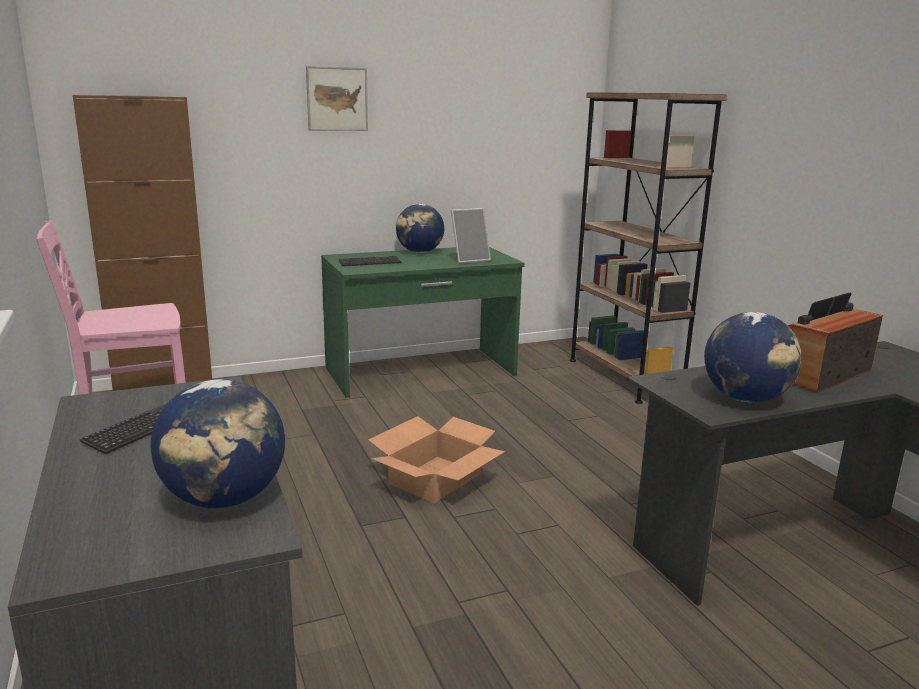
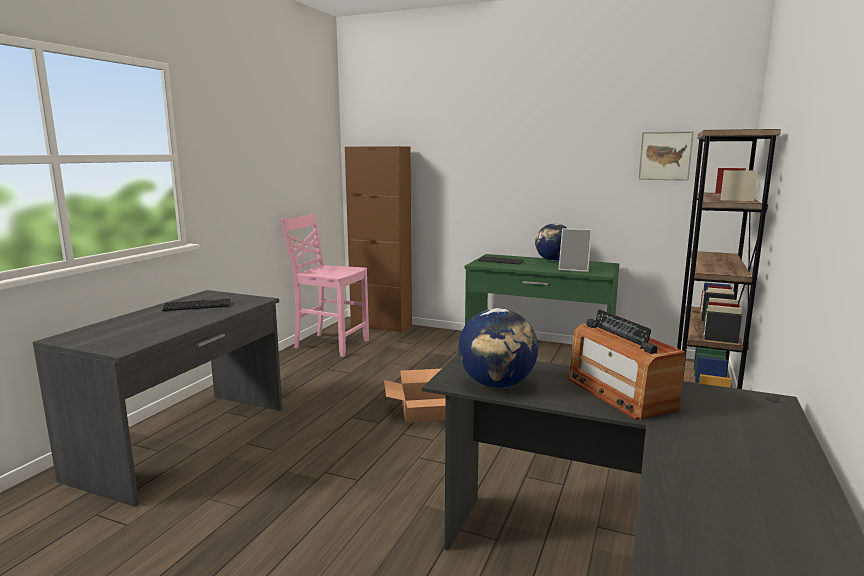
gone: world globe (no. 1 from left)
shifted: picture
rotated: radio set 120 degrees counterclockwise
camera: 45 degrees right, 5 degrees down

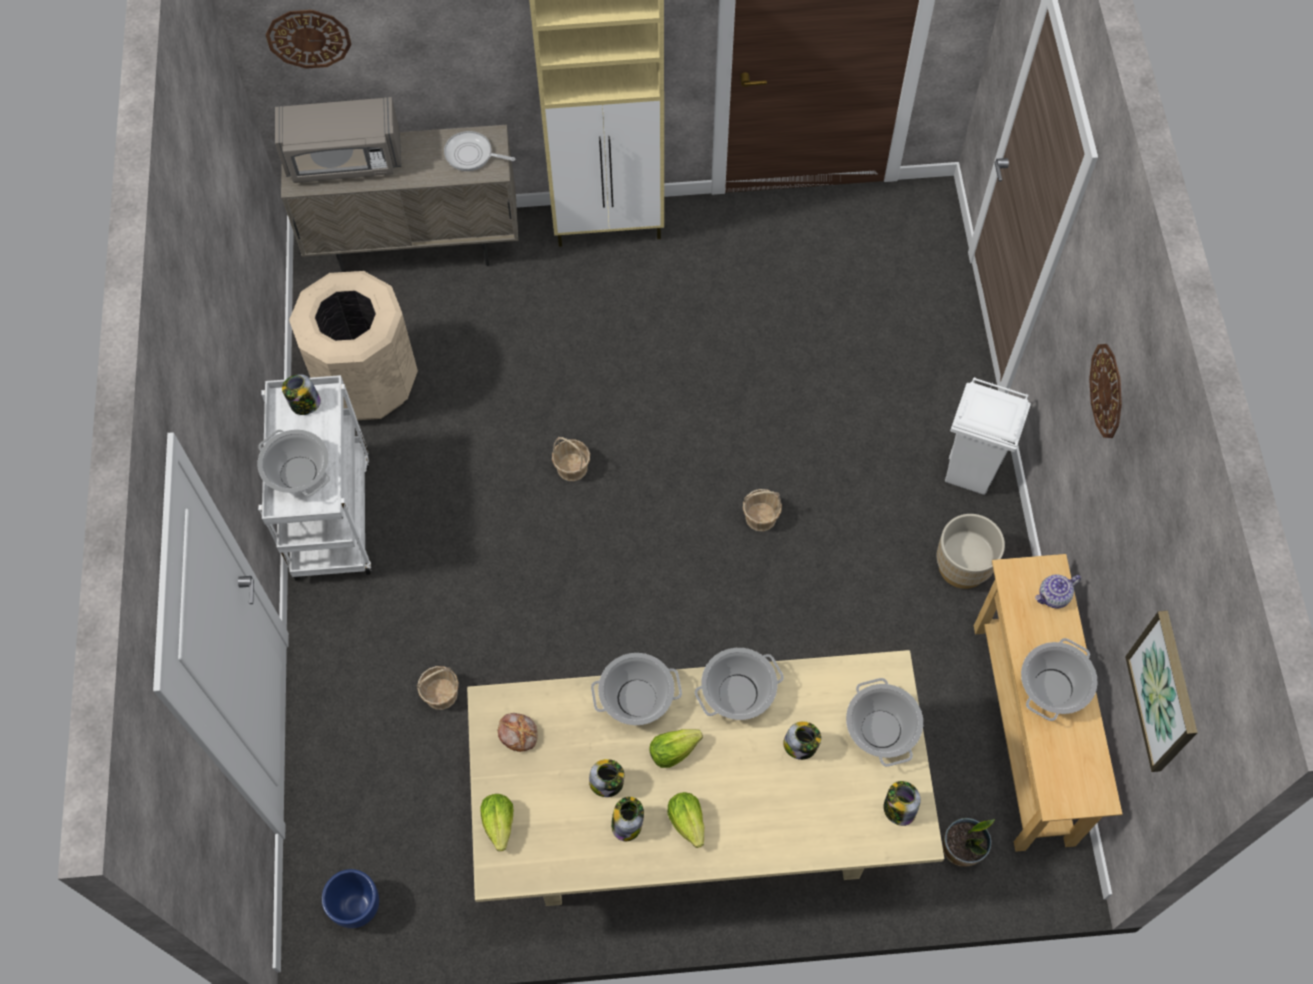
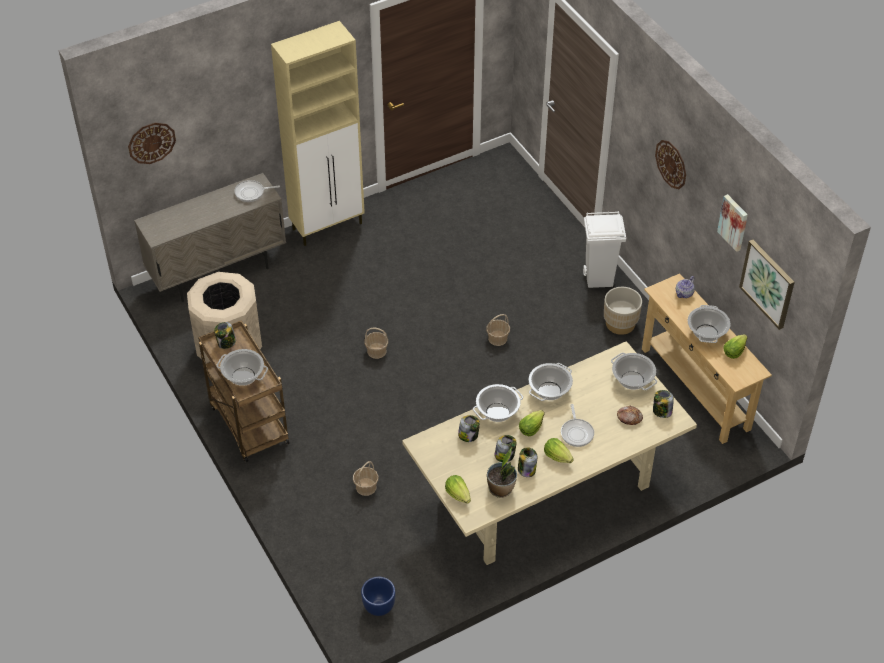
gone: microwave oven (greyish)
new: skillet (no. 2 from left); picture (no. 1 from left); head of lettuce (no. 4 from left)
shifted: preserve jar (no. 4 from left in the first image) to preserve jar (no. 2 from left); houseplant; bakery bread
repainted: trolley (whitish) to trolley (brown-coloured)
camera: 25 degrees left, 15 degrees down

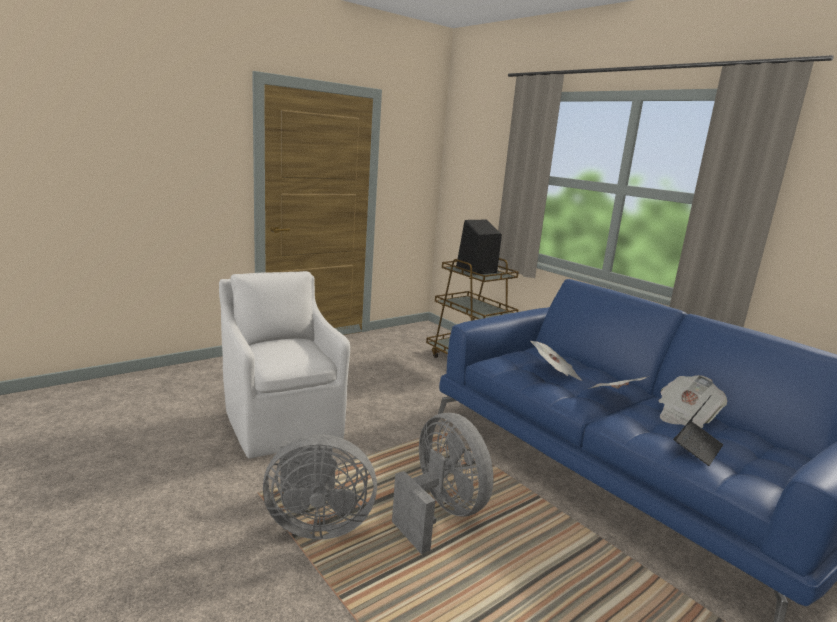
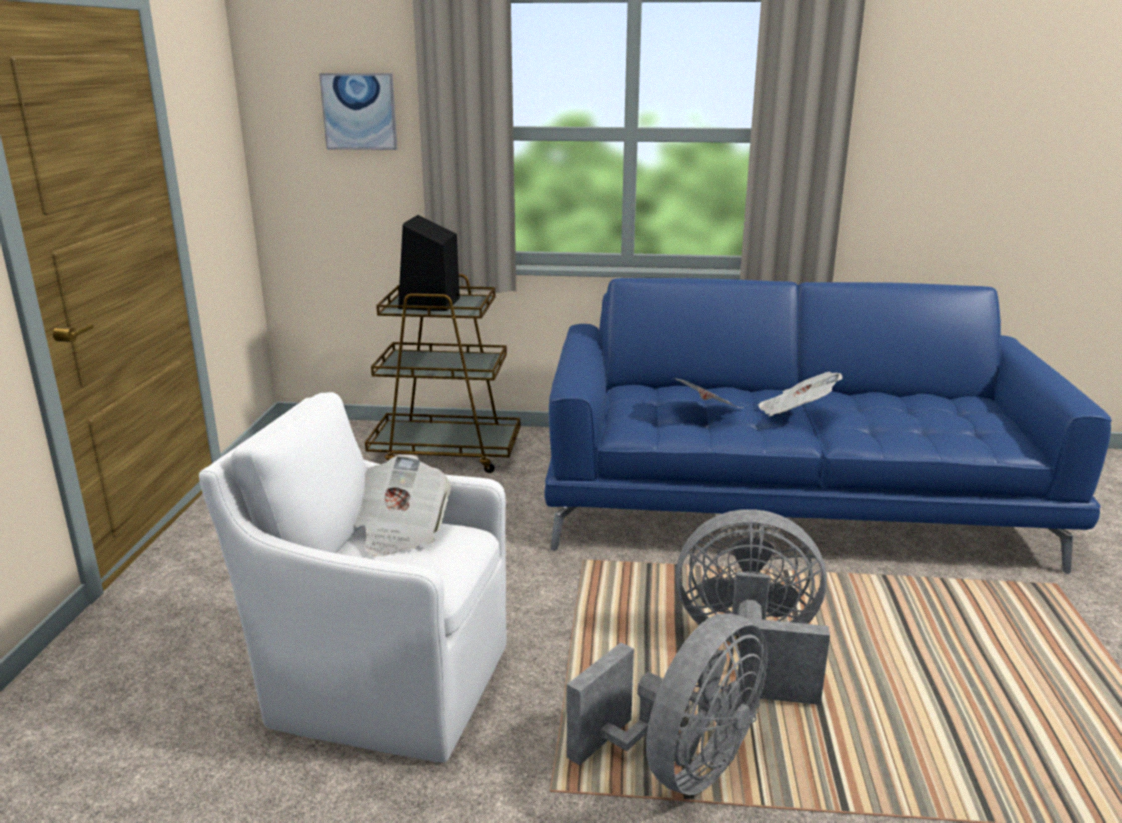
gone: notebook computer
new: picture
shifted: printed paper (no. 3 from left in the first image) to printed paper (no. 1 from left)
camera: 45 degrees left, 5 degrees up

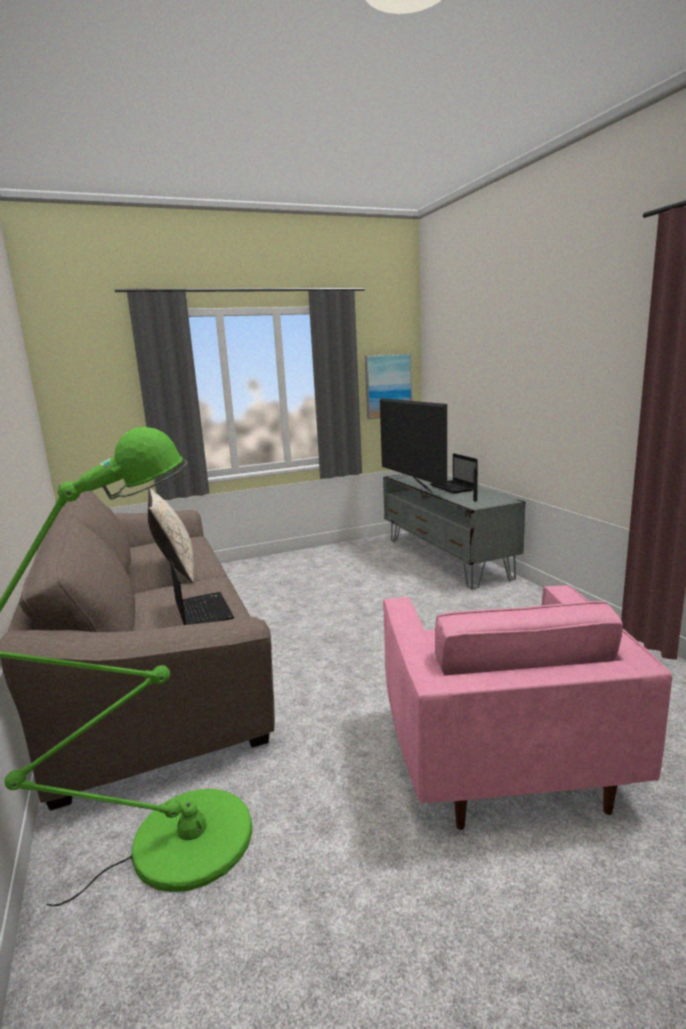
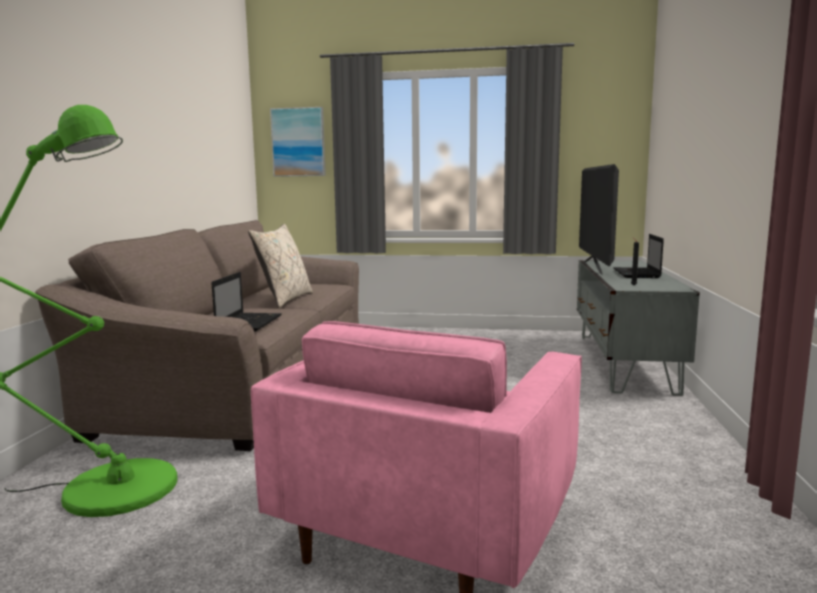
shifted: picture
camera: 30 degrees right, 5 degrees down

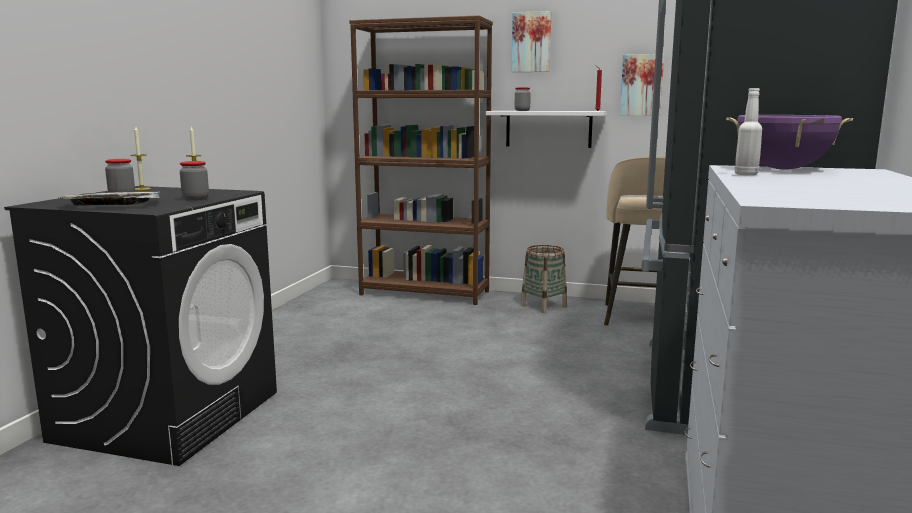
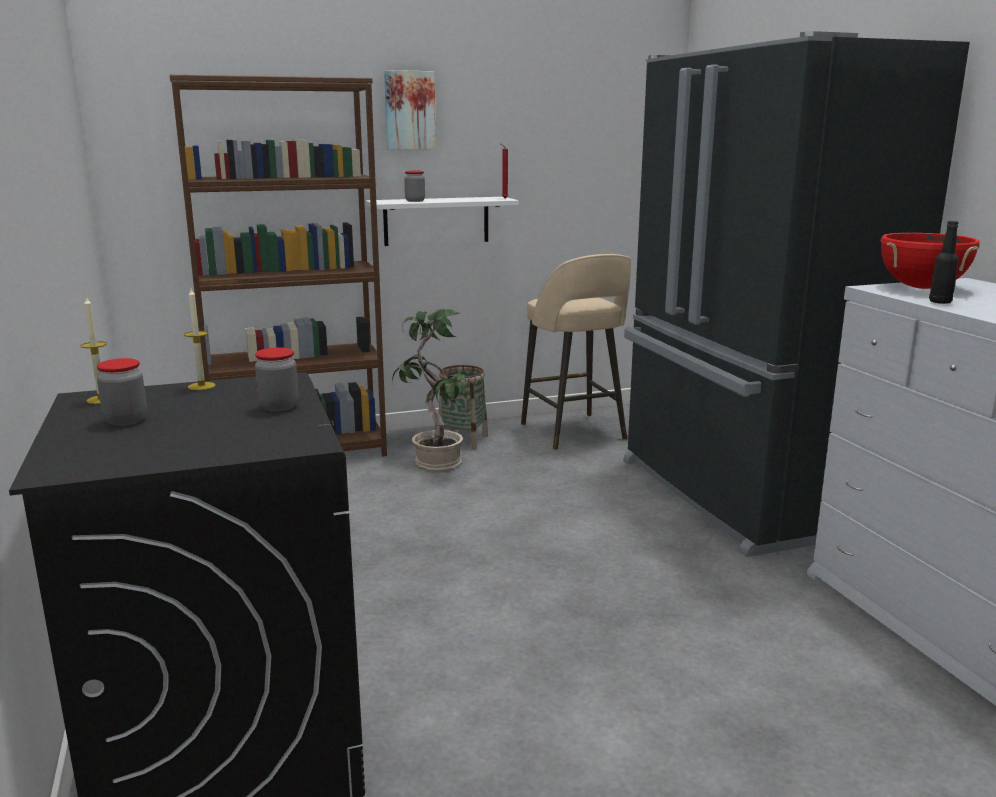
gone: tray; picture (no. 2 from left)
new: houseplant
repainted: saucepot (purple) to saucepot (reddish); bottle (whitish) to bottle (black)
camera: 35 degrees left, 5 degrees up

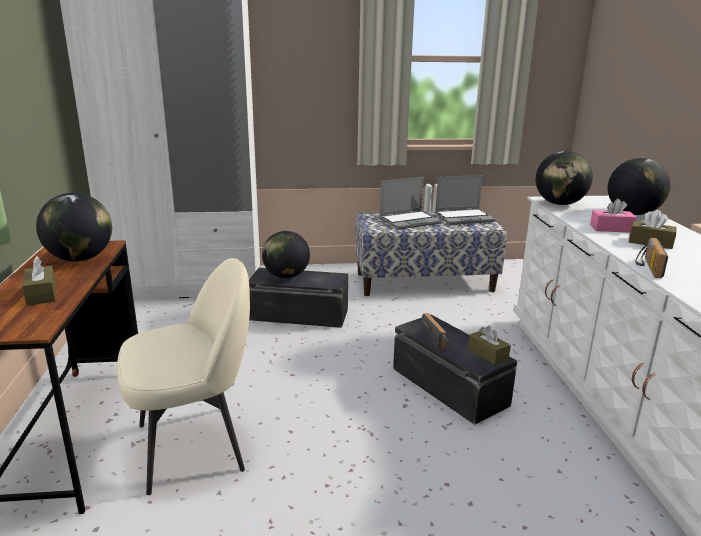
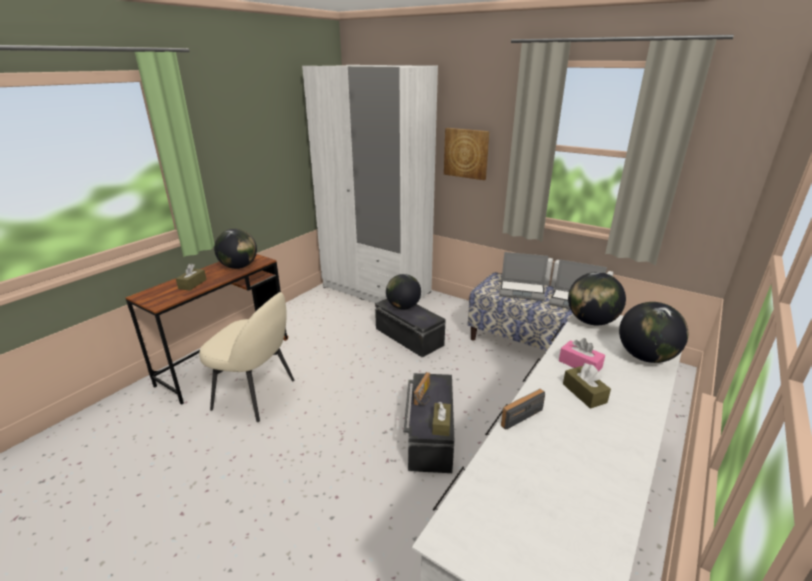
new: picture
camera: 40 degrees right, 5 degrees up

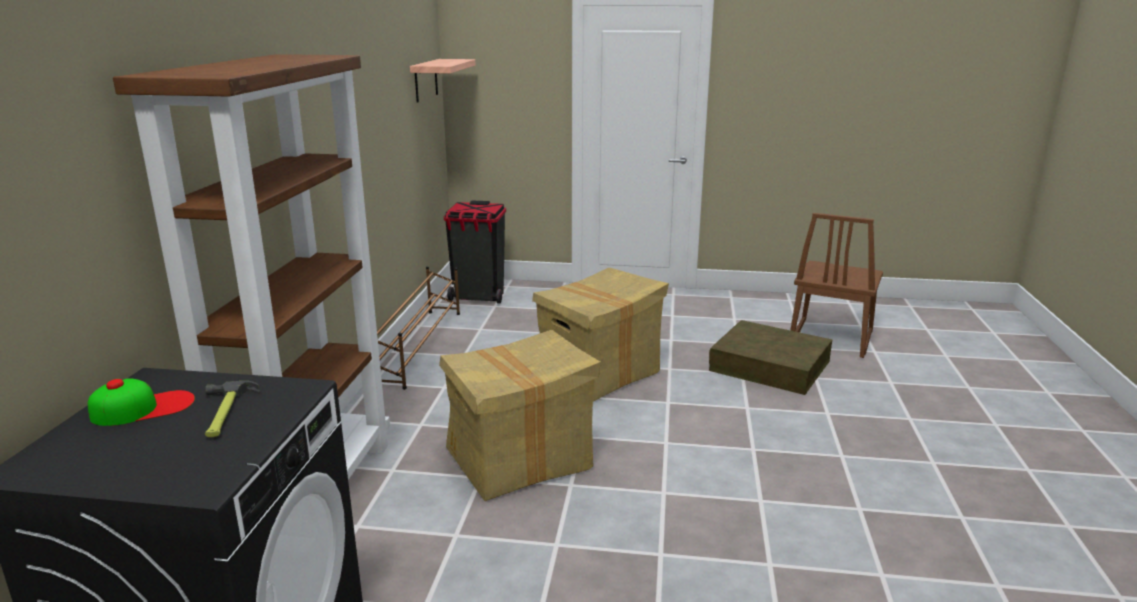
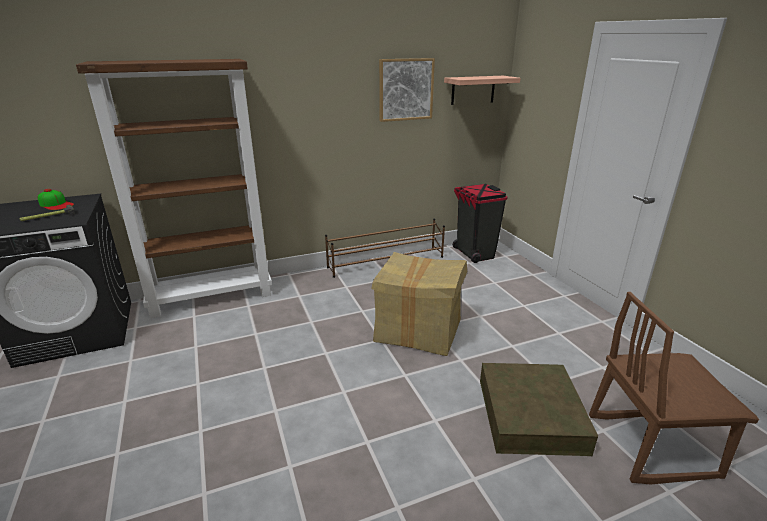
gone: packing box (no. 1 from left)
new: picture
camera: 60 degrees right, 5 degrees up

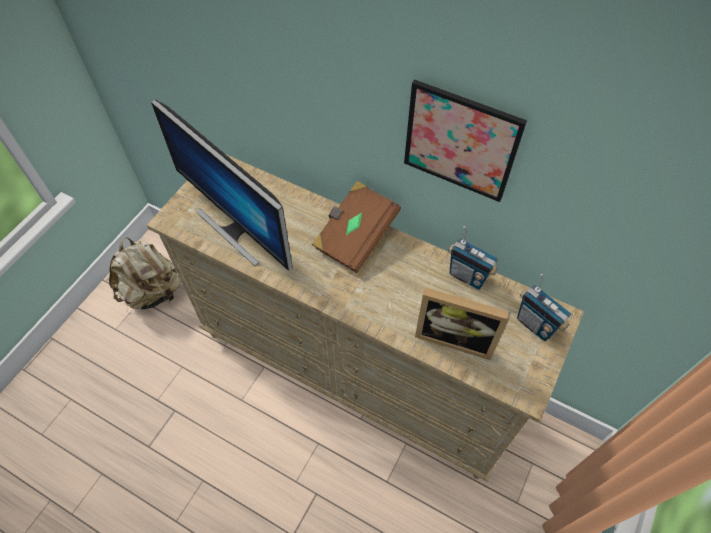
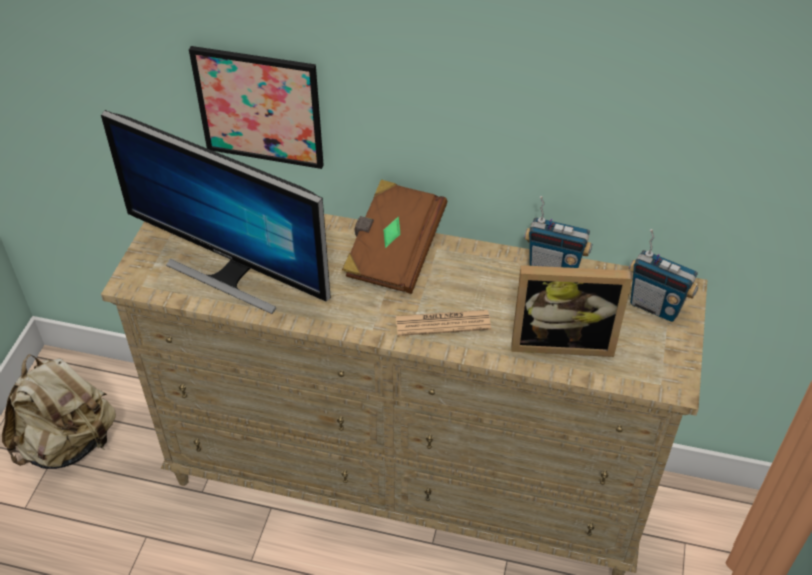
new: printed paper
shifted: picture
camera: 15 degrees left, 10 degrees down

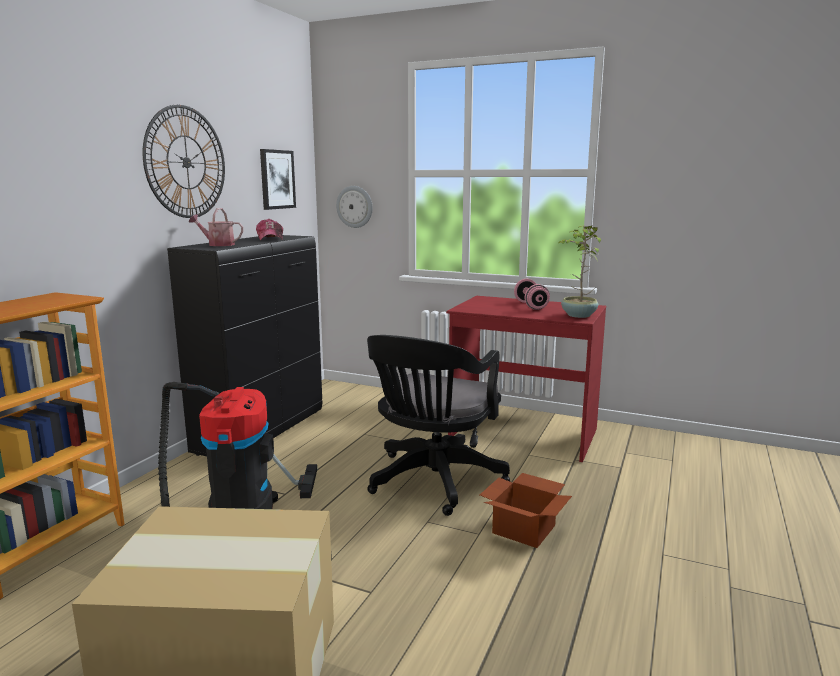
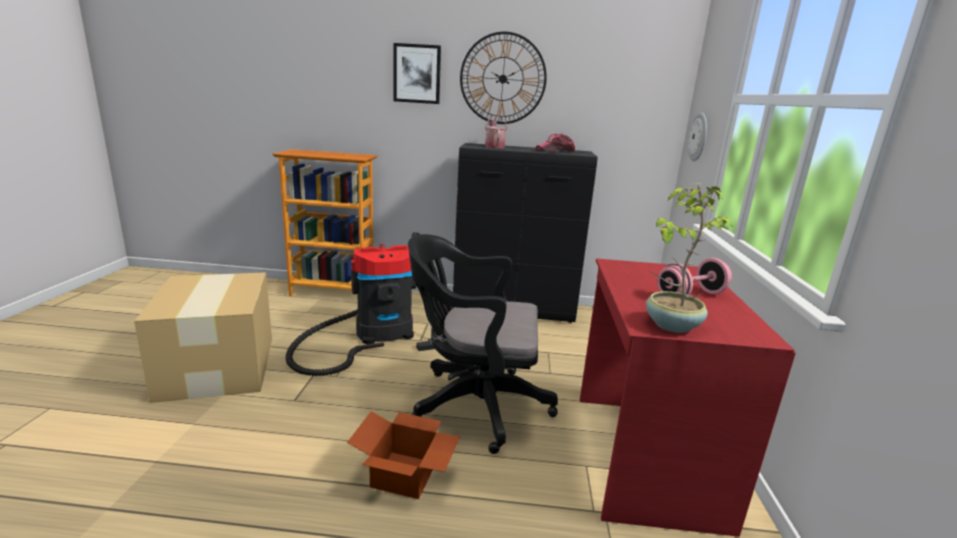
shifted: picture
camera: 70 degrees right, 5 degrees up

